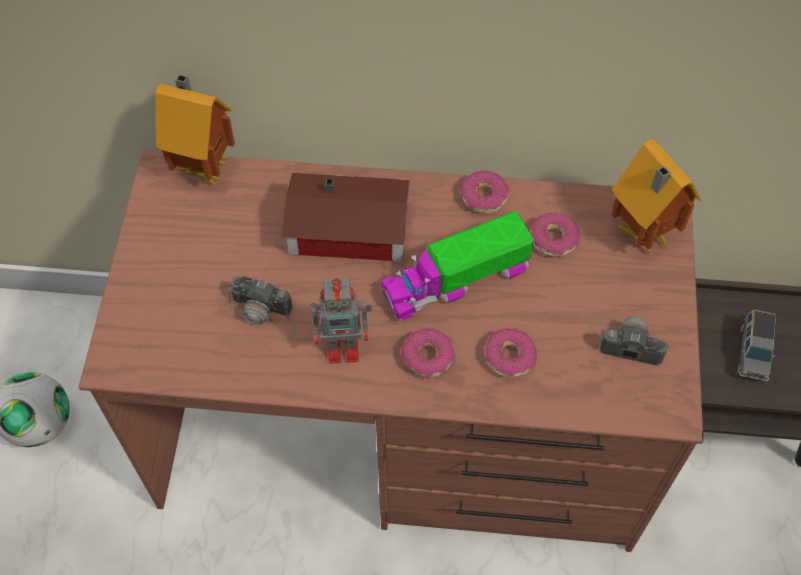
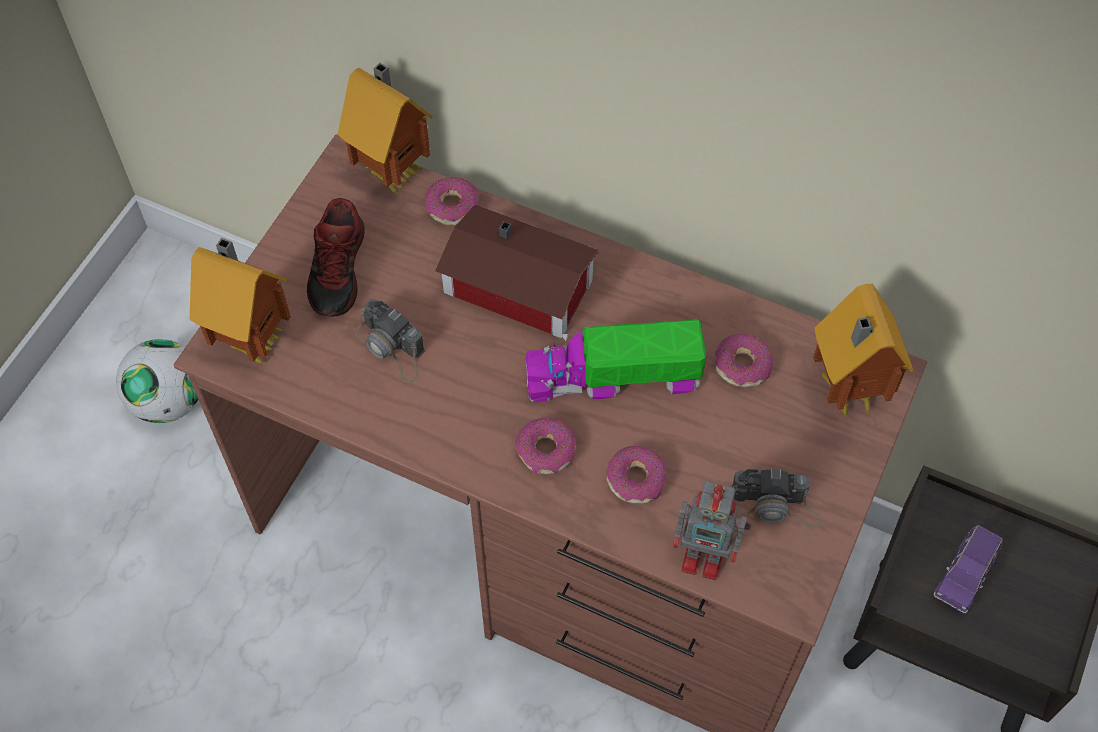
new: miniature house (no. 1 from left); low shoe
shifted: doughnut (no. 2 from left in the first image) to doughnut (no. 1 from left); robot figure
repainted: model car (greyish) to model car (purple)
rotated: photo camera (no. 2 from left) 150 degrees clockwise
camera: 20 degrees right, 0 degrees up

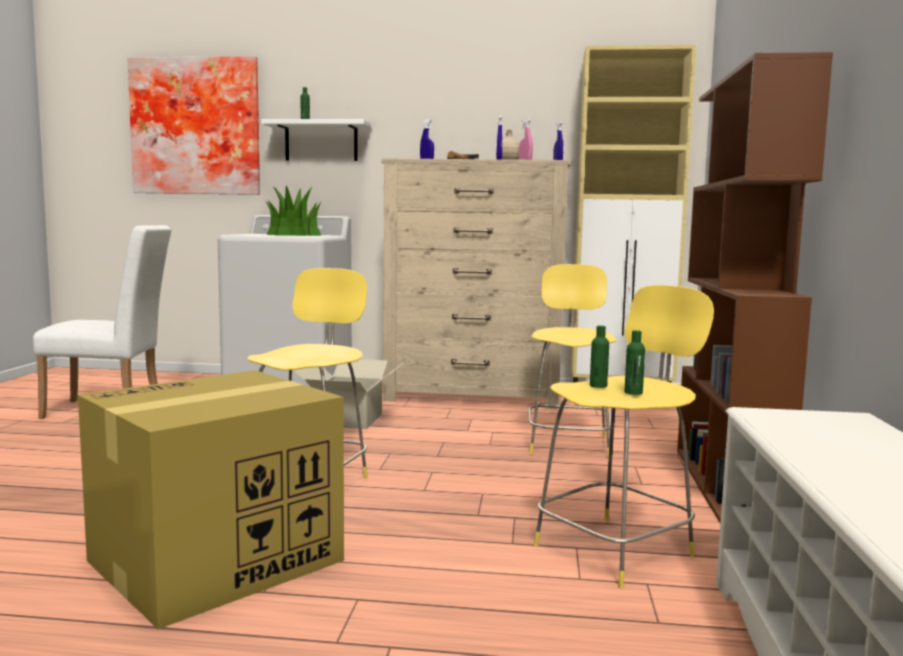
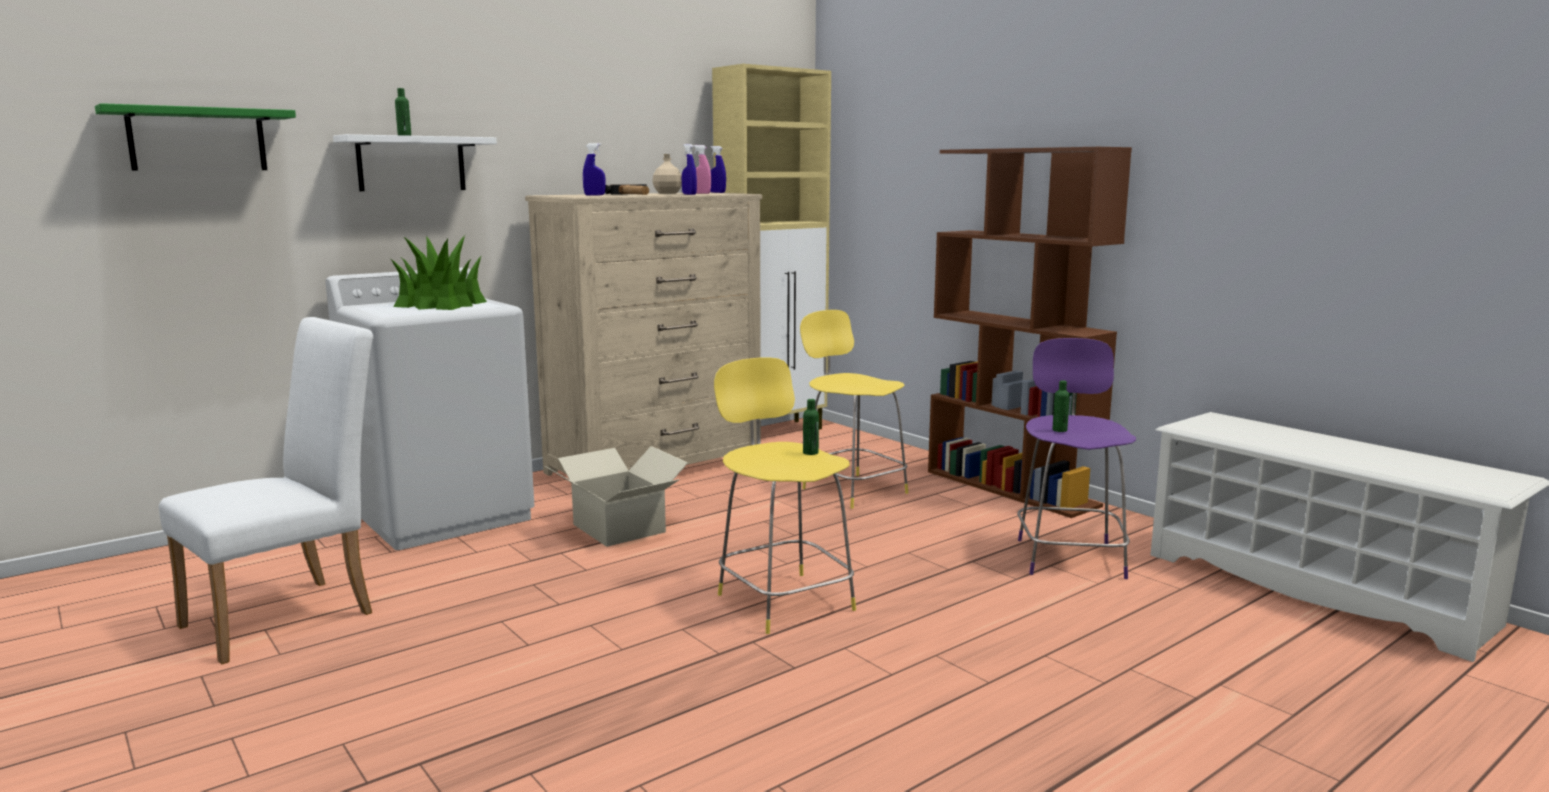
gone: packing box (no. 1 from left)
shifted: bottle (green) (no. 3 from left in the first image) to bottle (green) (no. 2 from left)
swapped: picture to bracket shelf (green)
repainted: stool seat (yellow-coloured) (no. 3 from left) to stool seat (purple)
camera: 45 degrees left, 5 degrees up

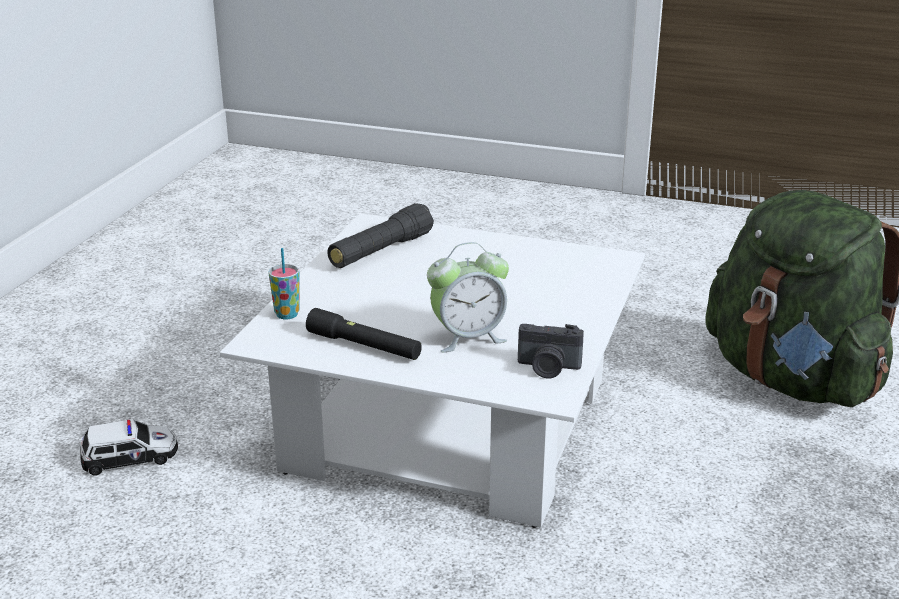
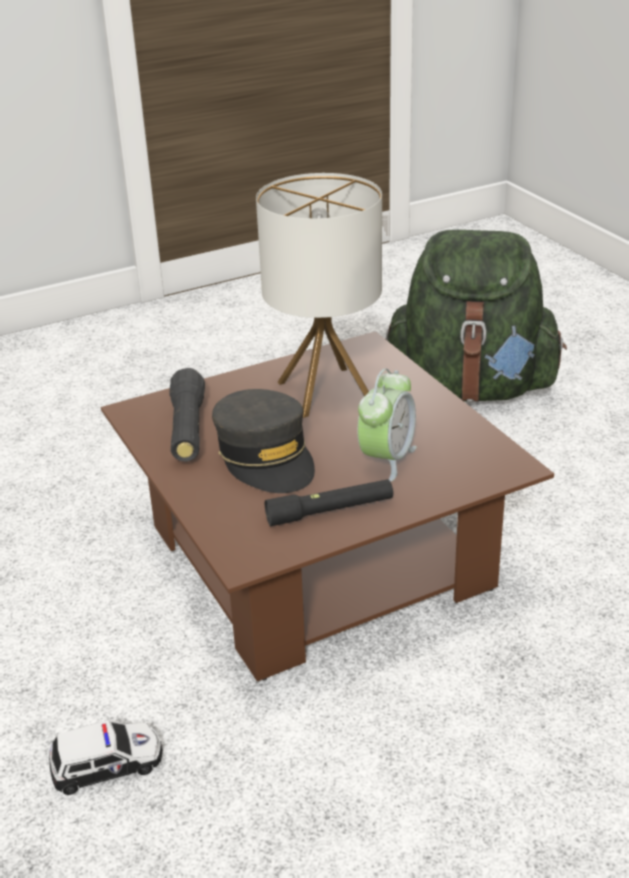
gone: cup; photo camera
new: baseball cap (greyish); table lamp
repainted: coffee table (whitish) to coffee table (brown-coloured)
rotated: model car 45 degrees clockwise
camera: 45 degrees left, 5 degrees up

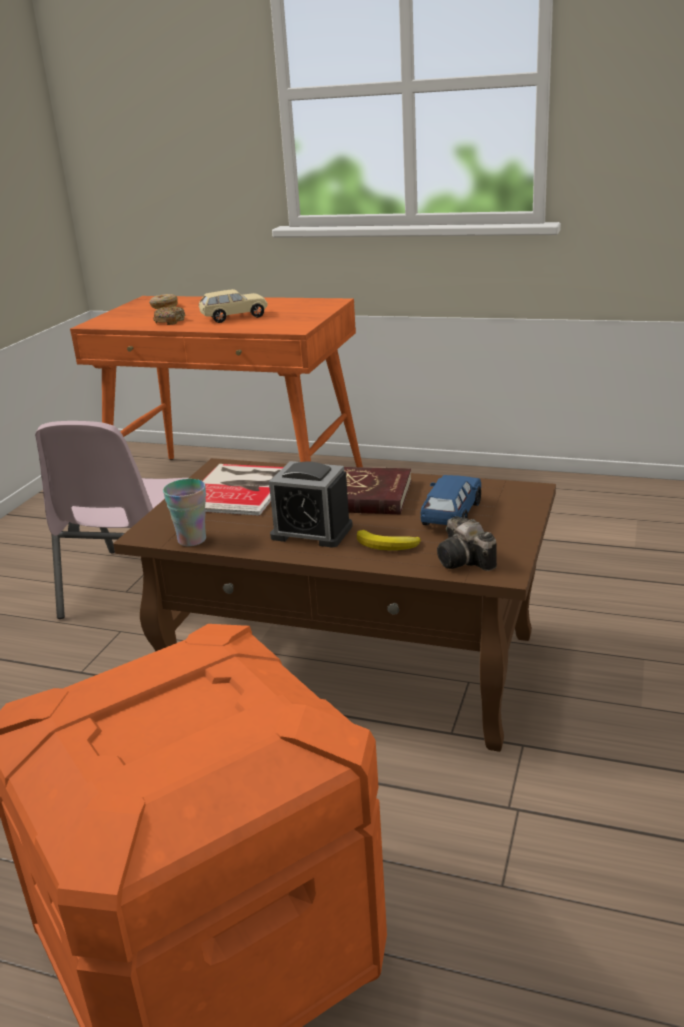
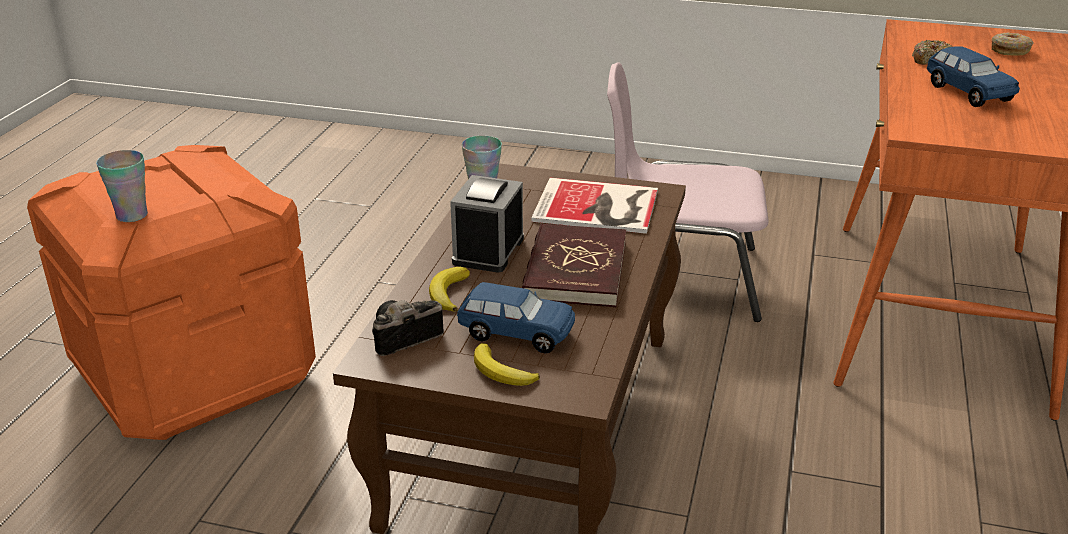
new: cup (no. 1 from left); banana fruit (no. 2 from left)
repainted: model car (beige) to model car (bluish) (no. 2 from left)
camera: 85 degrees right, 5 degrees up

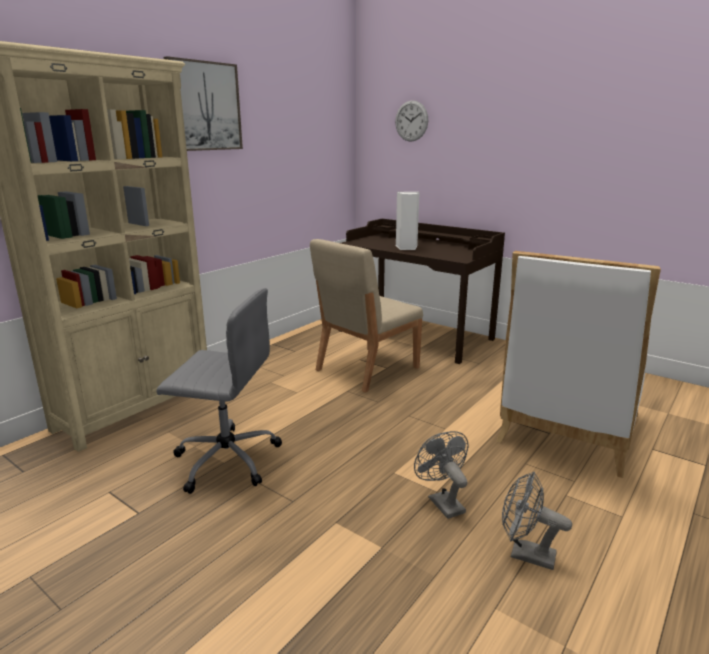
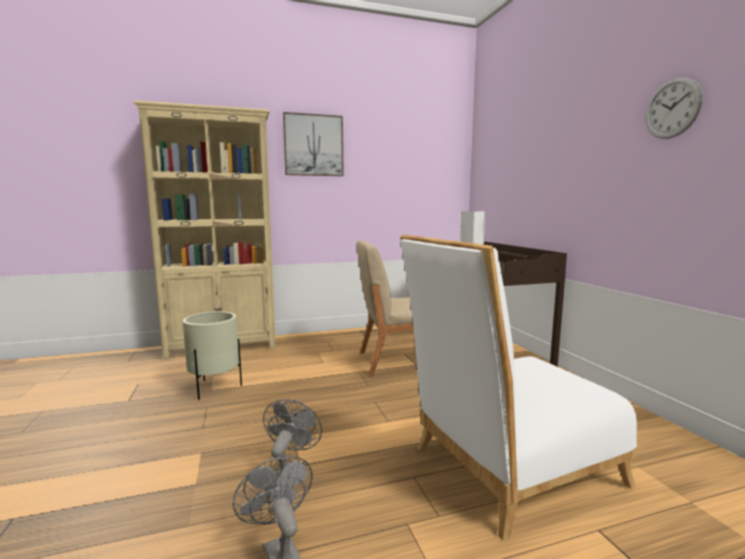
shifted: clock on the wall
swapped: desk chair (greyish) to planter (beige)
camera: 35 degrees right, 10 degrees down

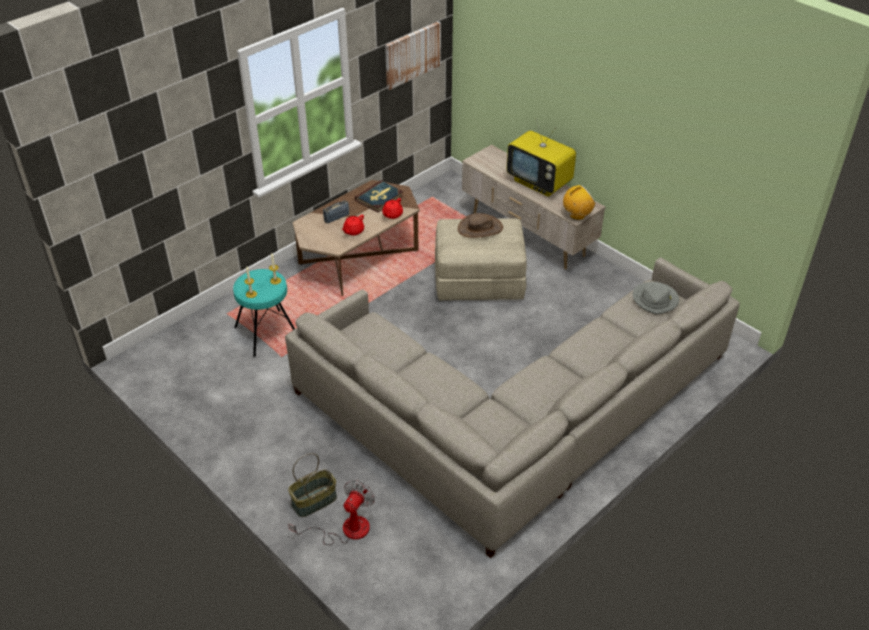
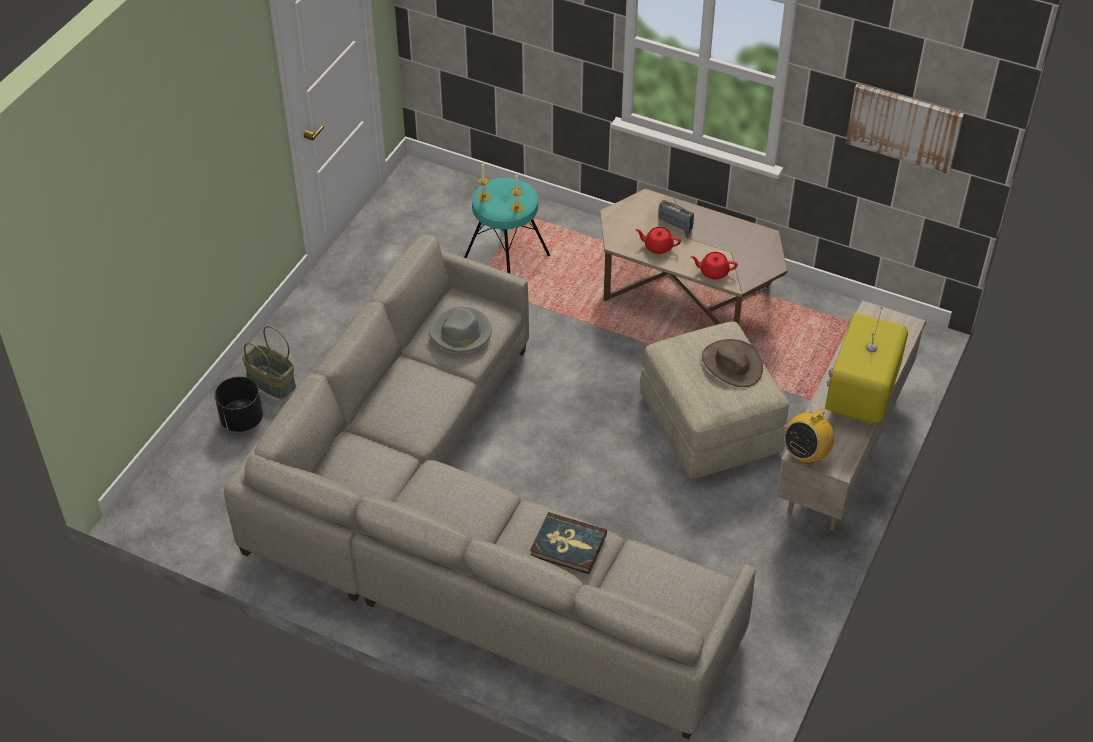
shifted: hat (greyish); volume
swapped: cooling fan to planter (black)
rotated: radio set (no. 2 from left) 90 degrees clockwise
camera: 70 degrees right, 5 degrees up

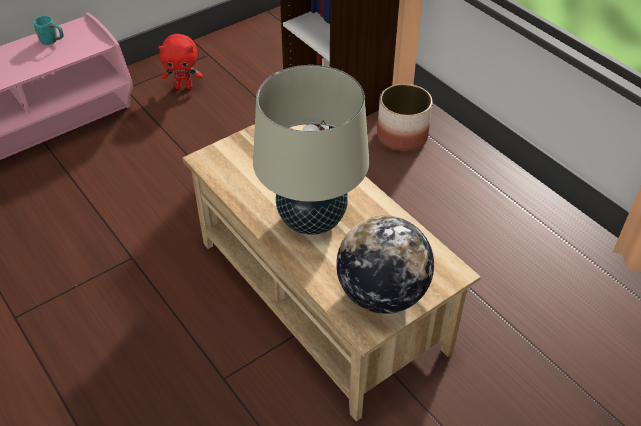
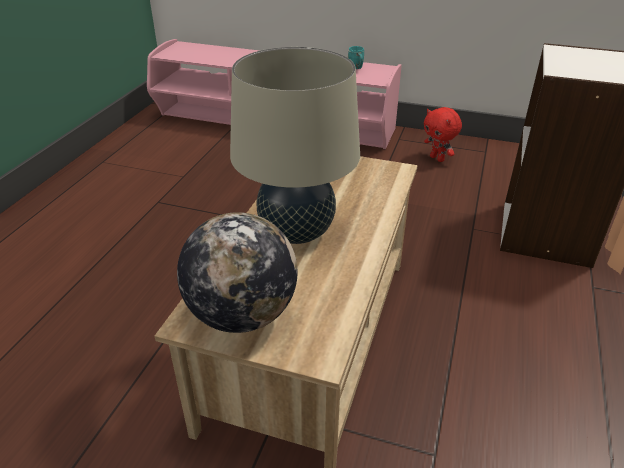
gone: planter
camera: 55 degrees right, 10 degrees down

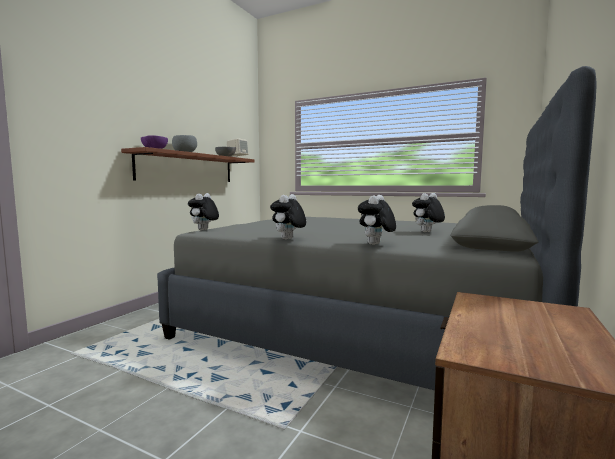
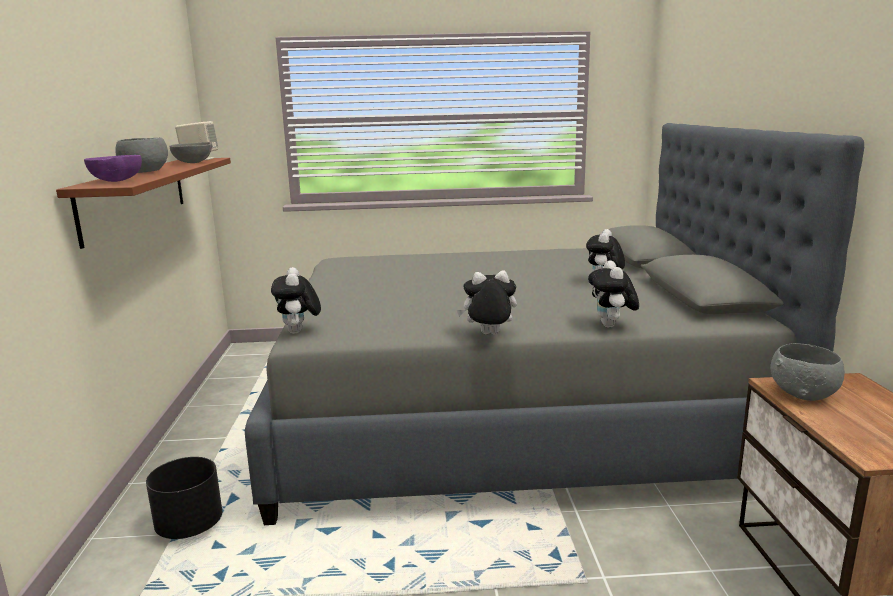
new: planter (black); bowl (greyish) (no. 3 from left)
rotated: cuddly toy (no. 2 from left) 90 degrees clockwise
camera: 30 degrees left, 10 degrees up

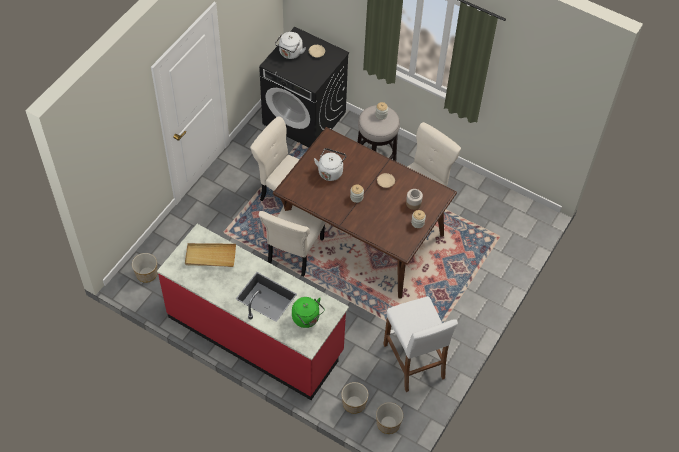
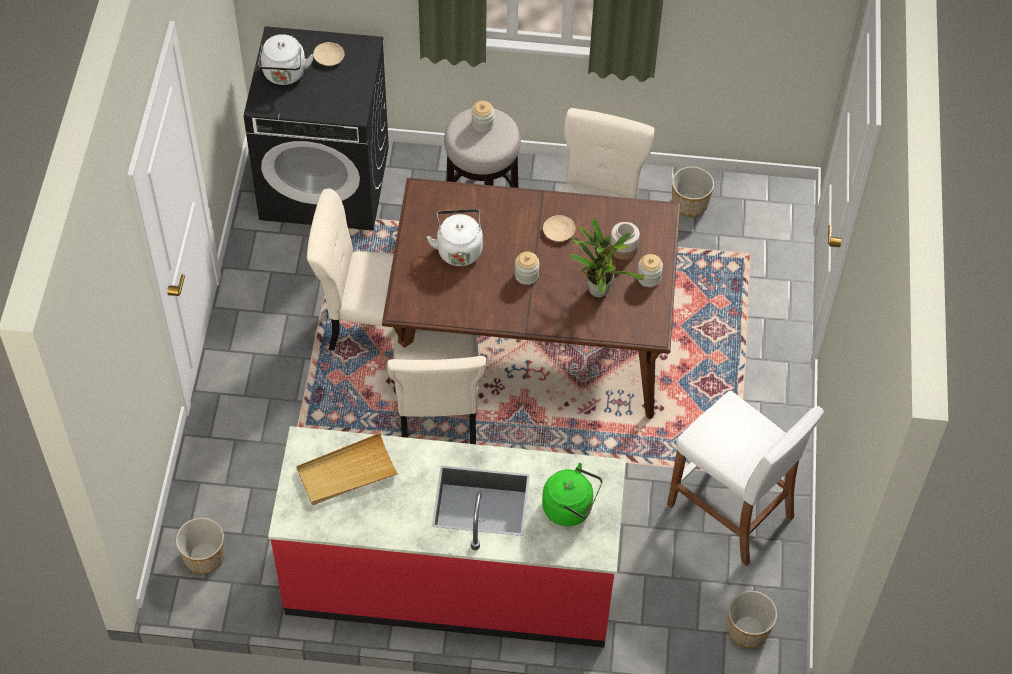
new: houseplant
shifted: planter (no. 2 from left)
camera: 25 degrees left, 0 degrees up

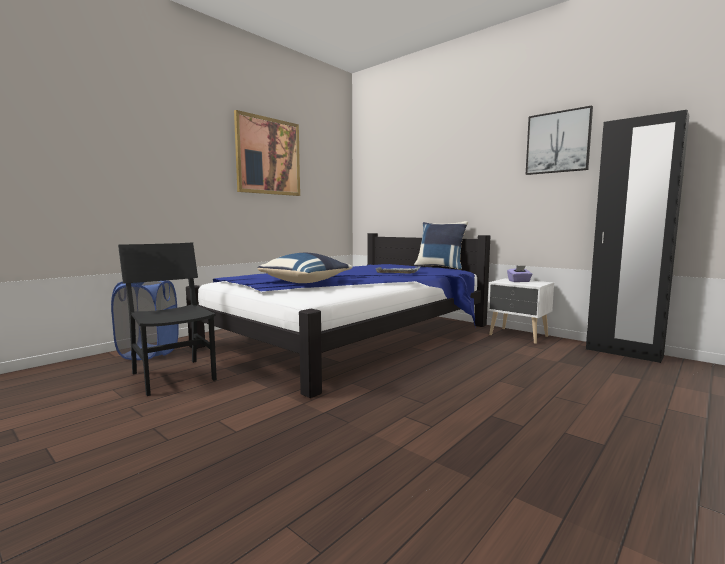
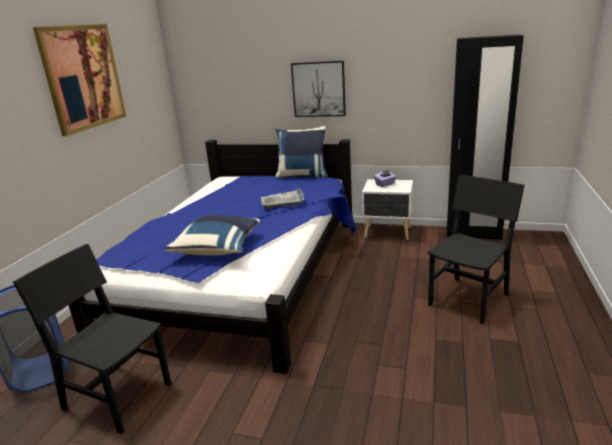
new: plain chair (black) (no. 2 from left)
shifted: picture (no. 2 from left)
camera: 25 degrees left, 15 degrees up

